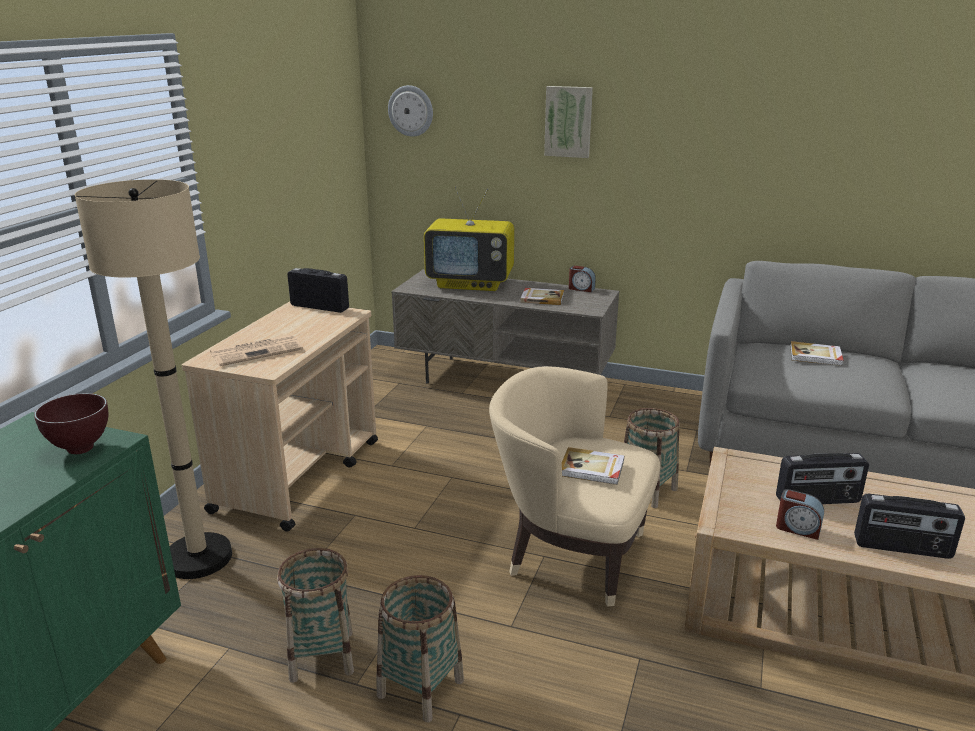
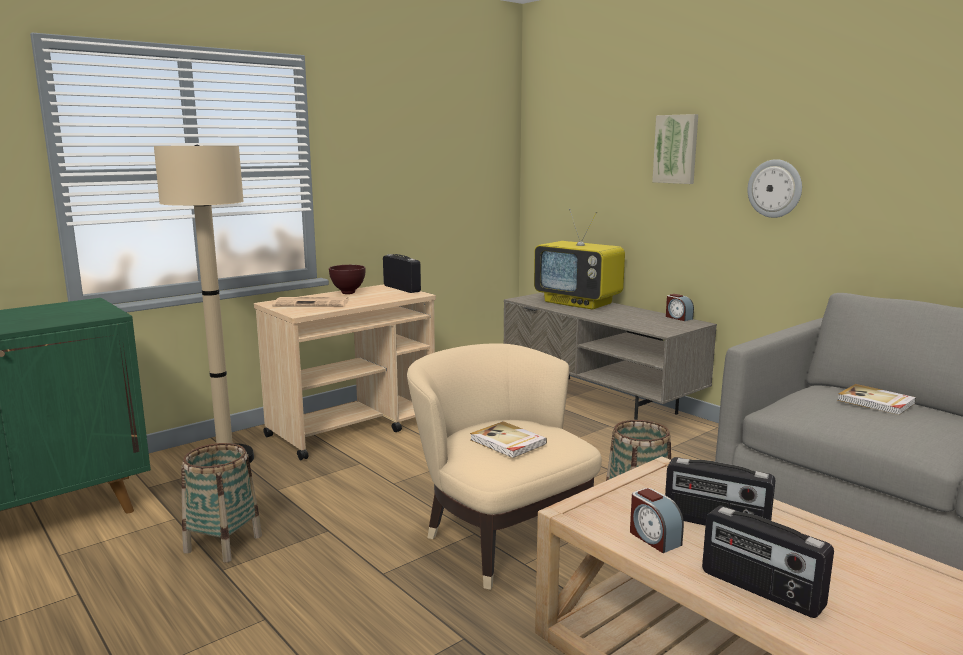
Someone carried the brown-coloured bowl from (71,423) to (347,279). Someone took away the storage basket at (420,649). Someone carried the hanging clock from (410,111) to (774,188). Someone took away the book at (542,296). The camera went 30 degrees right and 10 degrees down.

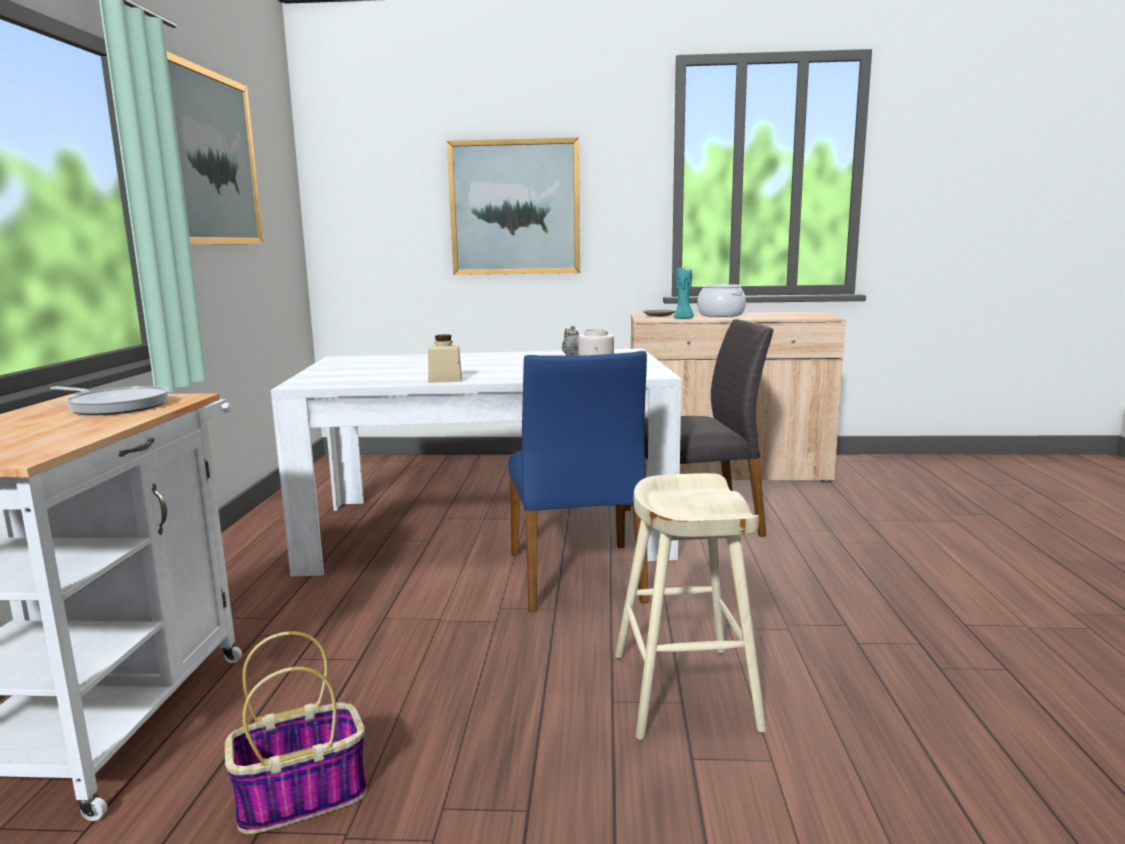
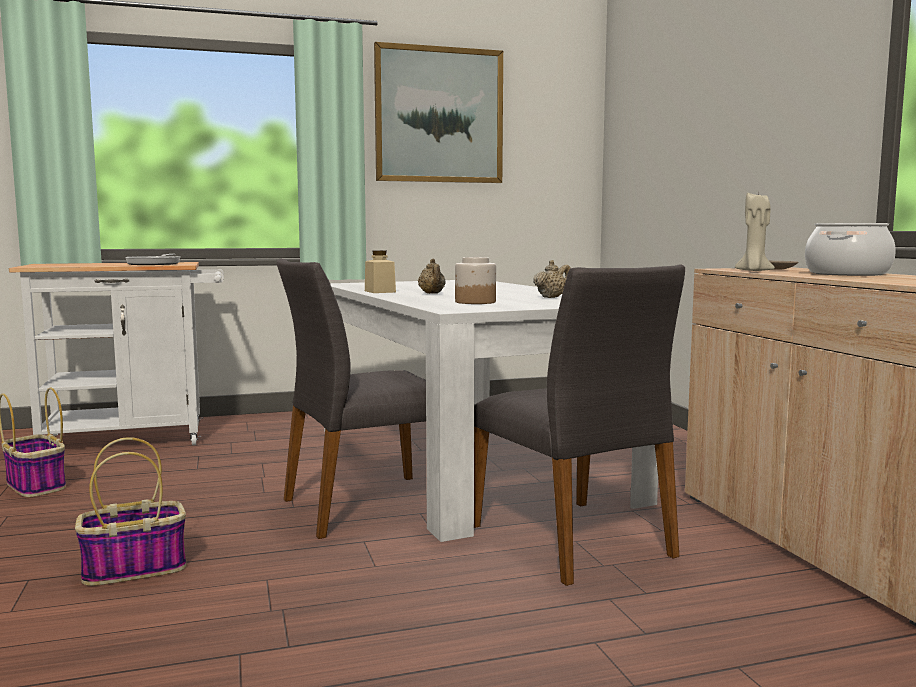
Someone took away the wall art at (513,206). Someone repainted the blue-coloured chair at (578,481), which became the grey chair at (351,399). Someone swapped the beige sitting stool at (691,606) for the storage basket at (130,511). Someone repainted the turquoise-coloured candle at (684,293), which became the beige candle at (755,232). Someone put down the beige teapot at (432,276). The camera went 70 degrees right and 5 degrees down.

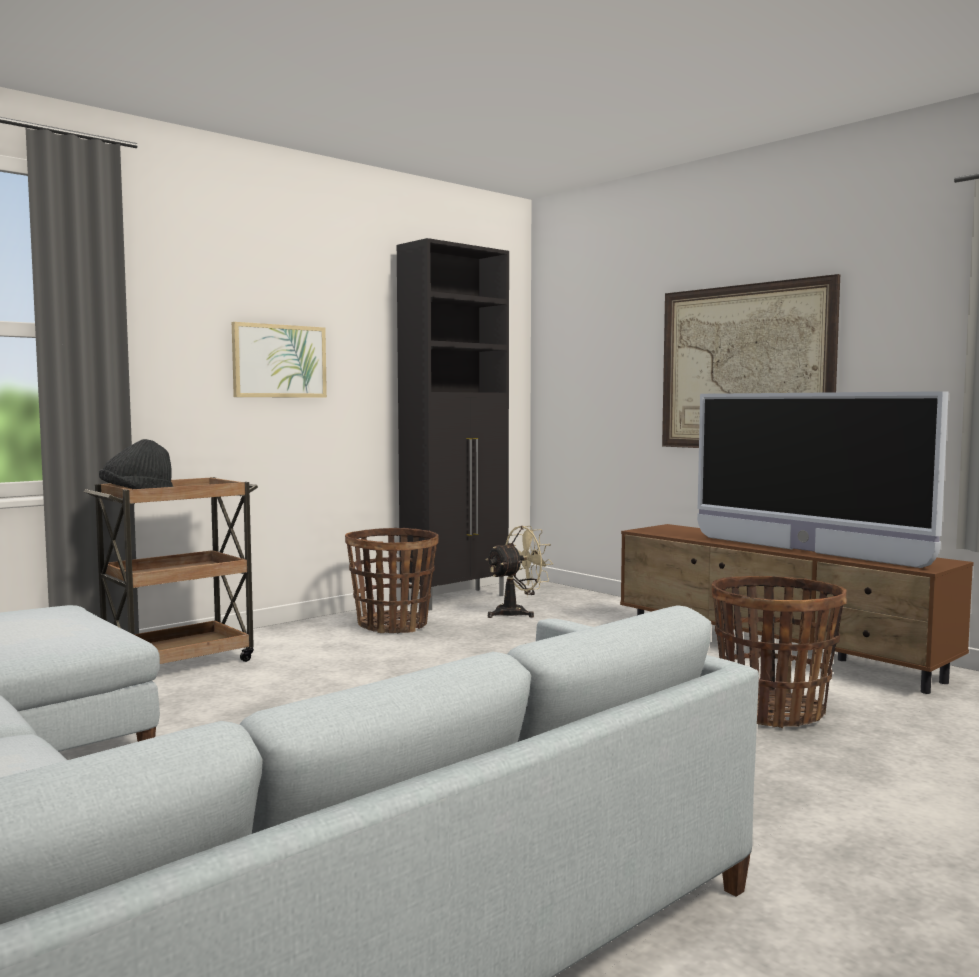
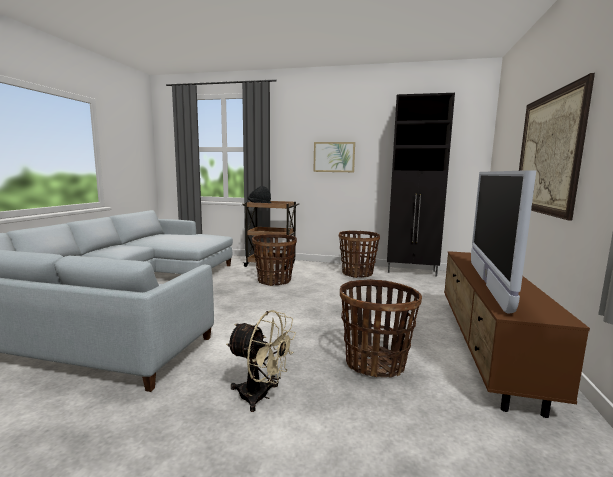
Someone carried the beige cooling fan from (519,572) to (261,361). Someone put down the storage basket at (274,260). The camera went 55 degrees right and 5 degrees up.

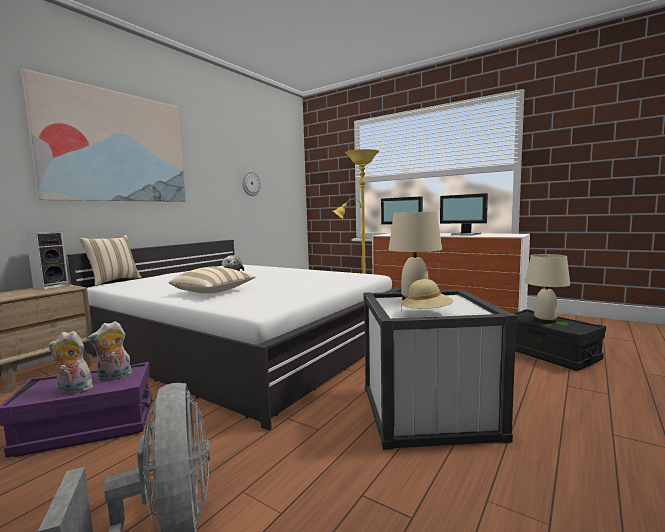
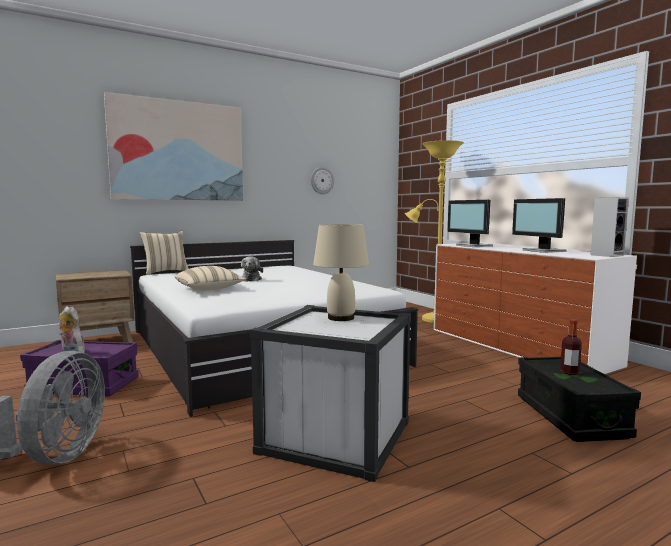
Someone carried the audio speaker from (47,261) to (610,227). Someone took away the cuddly toy at (109,351). Someone took away the beige hat at (427,294). Someone swapped the beige table lamp at (547,289) for the drink bottle at (571,347). The camera went 25 degrees right and 0 degrees up.

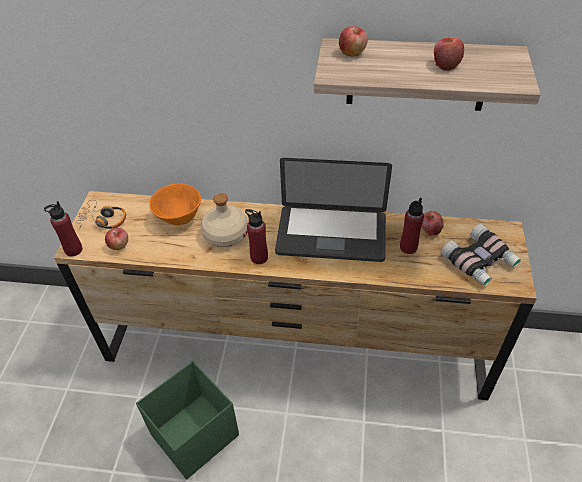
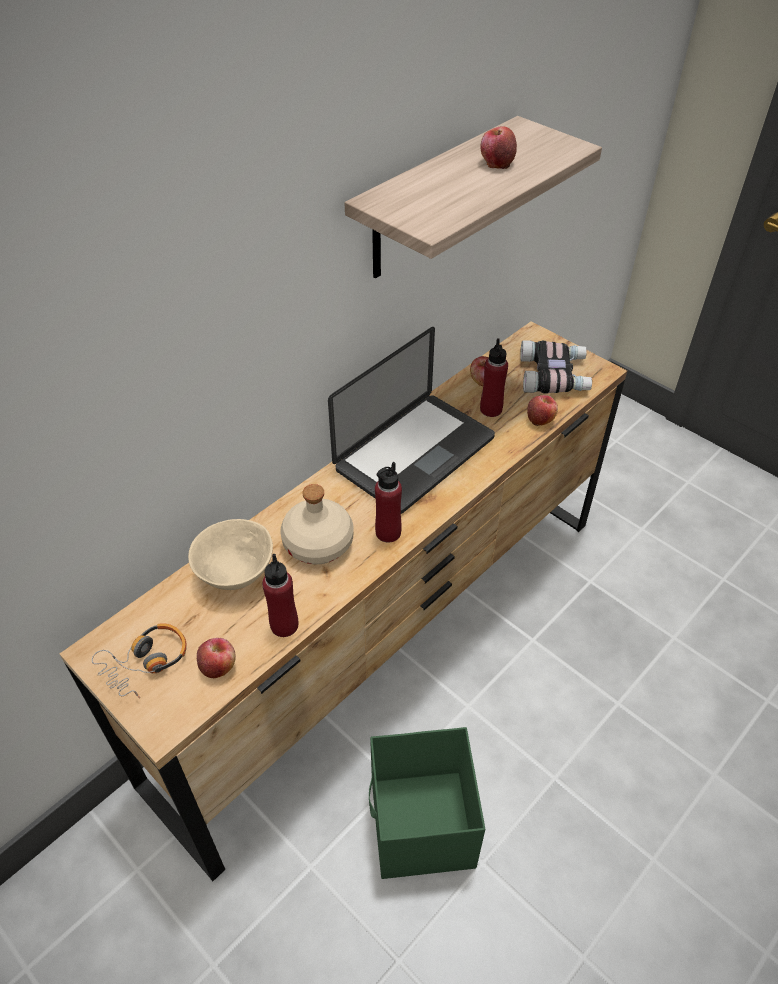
Someone carried the reddish drink bottle from (63,229) to (280,595). Someone repainted the orange bowl at (175,204), which became the beige bowl at (230,554). Someone carried the apple from (353,41) to (542,410). The camera went 55 degrees left and 0 degrees up.

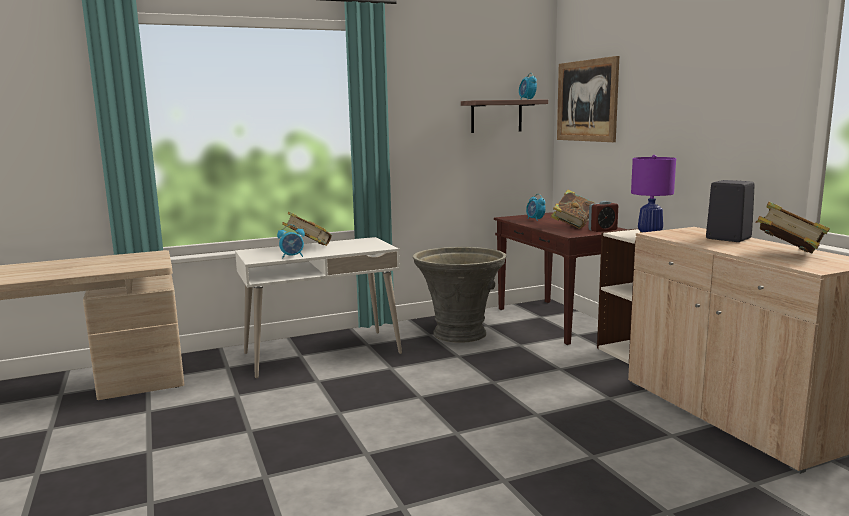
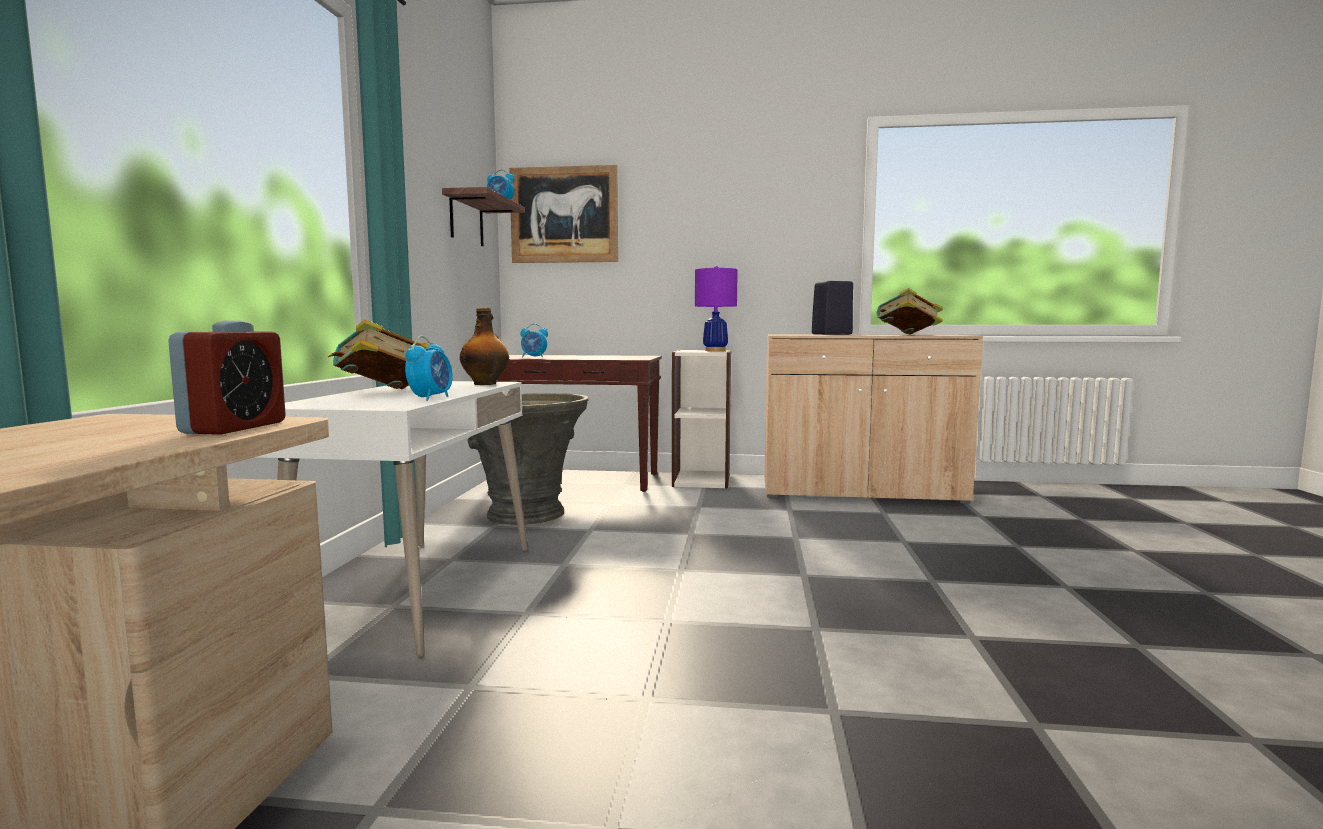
Someone took away the book at (573,209). Someone carried the alarm clock from (603,216) to (227,378). Someone put down the drink bottle at (484,346). The camera went 60 degrees left and 5 degrees down.

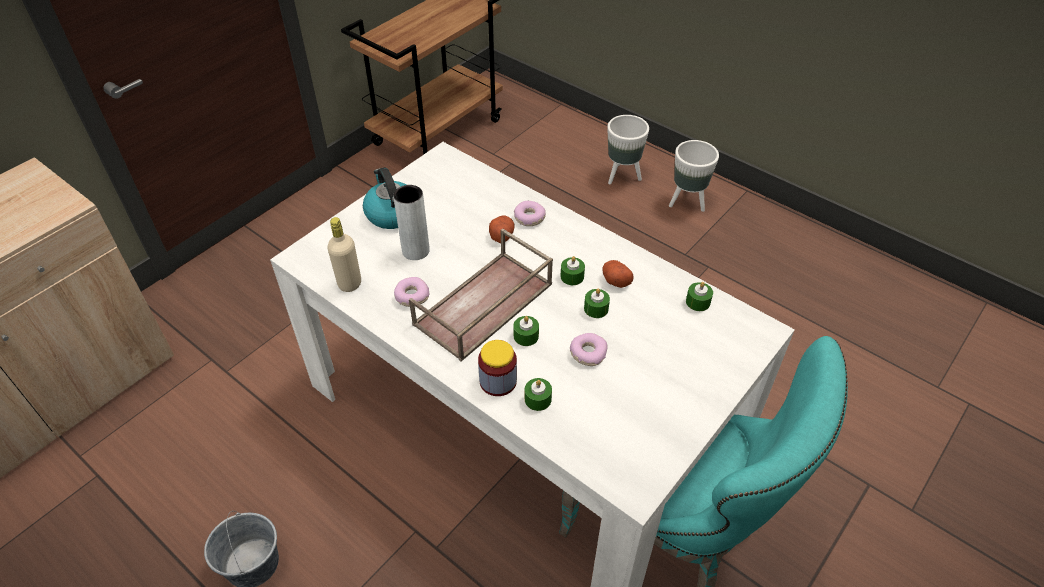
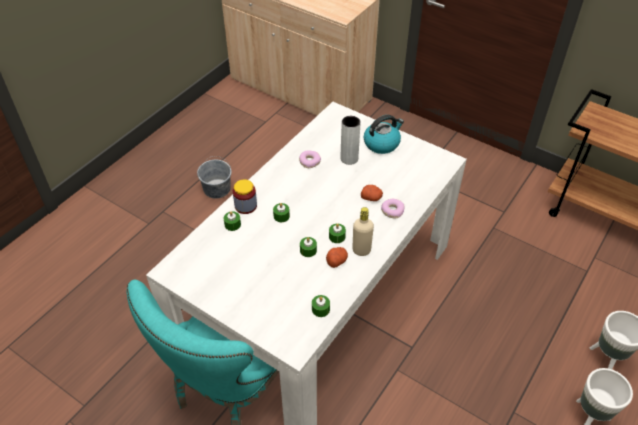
Someone carried the beige drink bottle from (344,254) to (363,231). Someone took away the brown-coloured serving tray at (481,295). Someone took away the donut at (589,349). The camera went 85 degrees right and 0 degrees up.

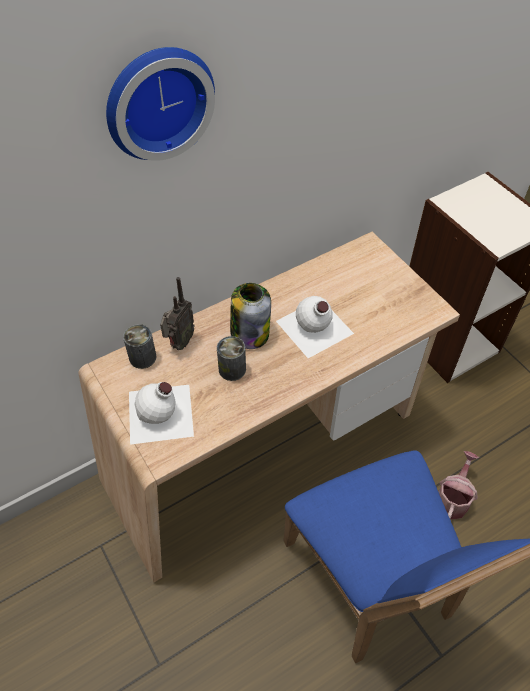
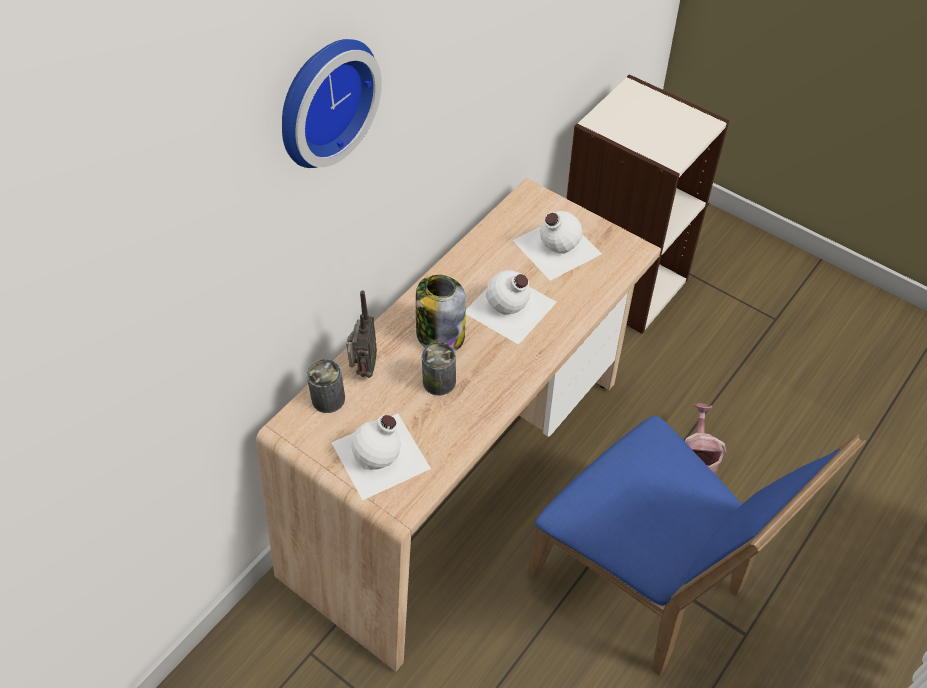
Someone put down the white drink bottle at (557,246). The camera went 20 degrees left and 0 degrees up.

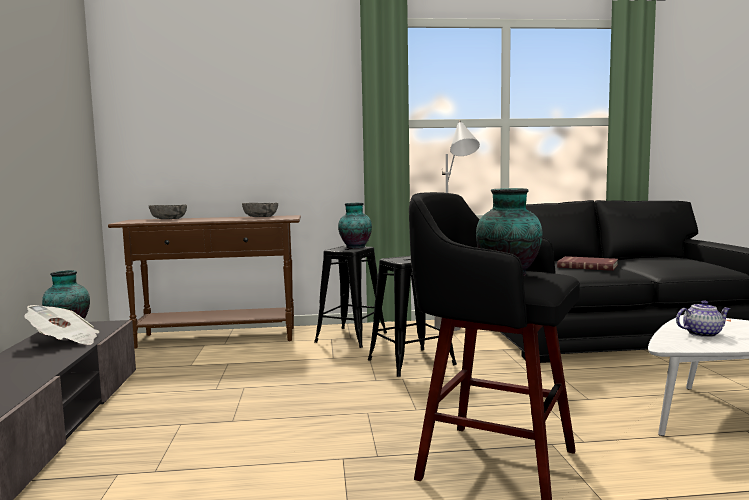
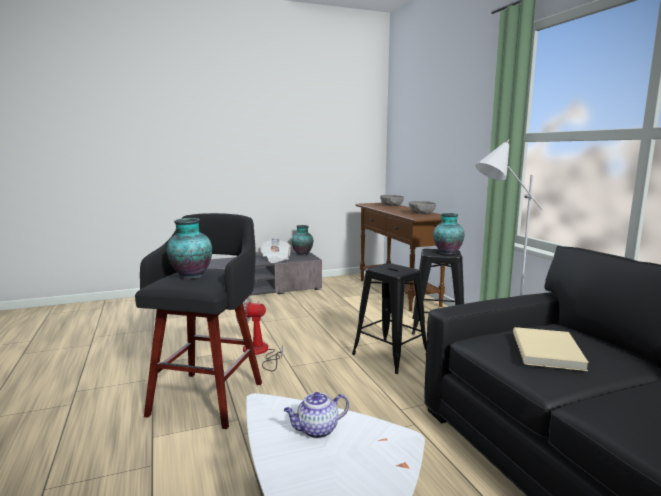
Someone repainted the reddish book at (587,263), which became the beige book at (551,349). Someone rotated the teapot at (703,318) by 90 degrees clockwise. Someone put down the cooling fan at (259,334). The camera went 75 degrees right and 5 degrees up.

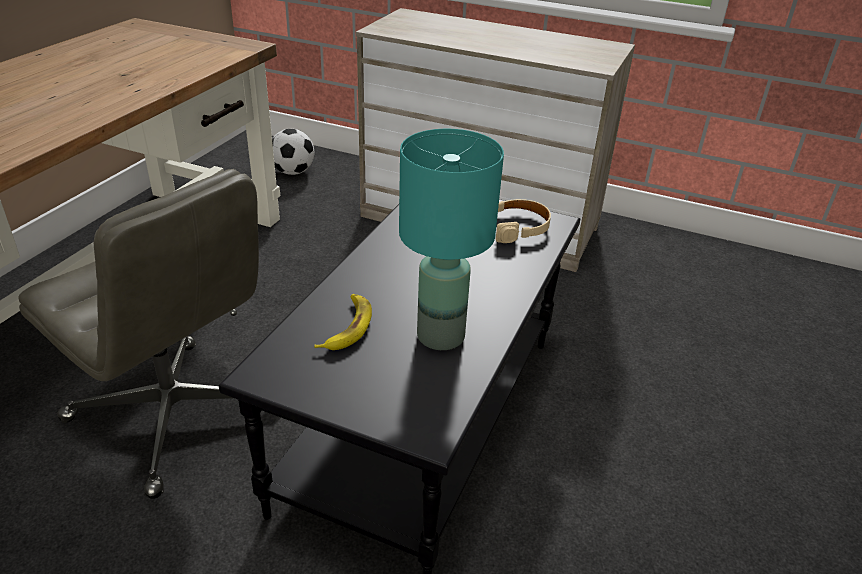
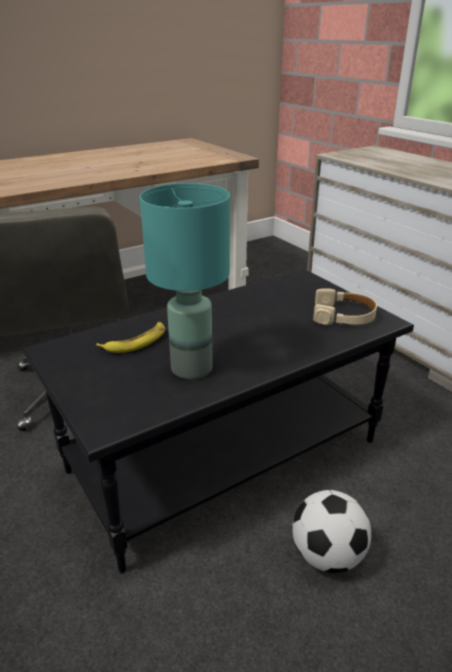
Someone carried the football from (293,152) to (331,531). The camera went 35 degrees right and 5 degrees down.

